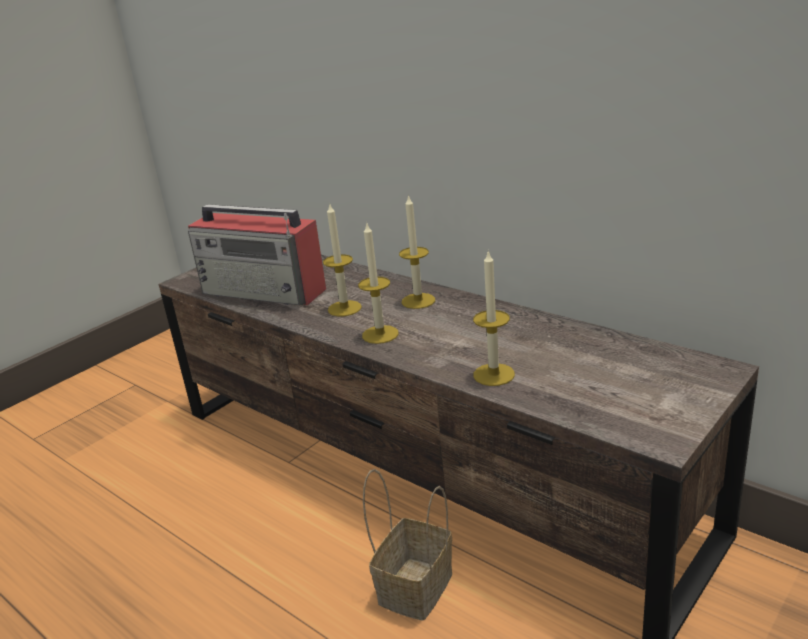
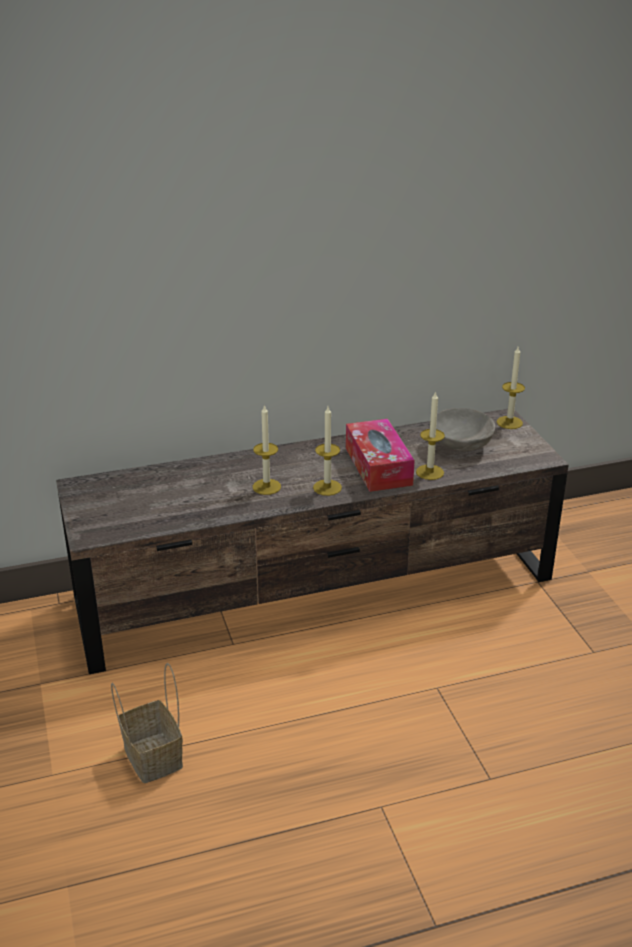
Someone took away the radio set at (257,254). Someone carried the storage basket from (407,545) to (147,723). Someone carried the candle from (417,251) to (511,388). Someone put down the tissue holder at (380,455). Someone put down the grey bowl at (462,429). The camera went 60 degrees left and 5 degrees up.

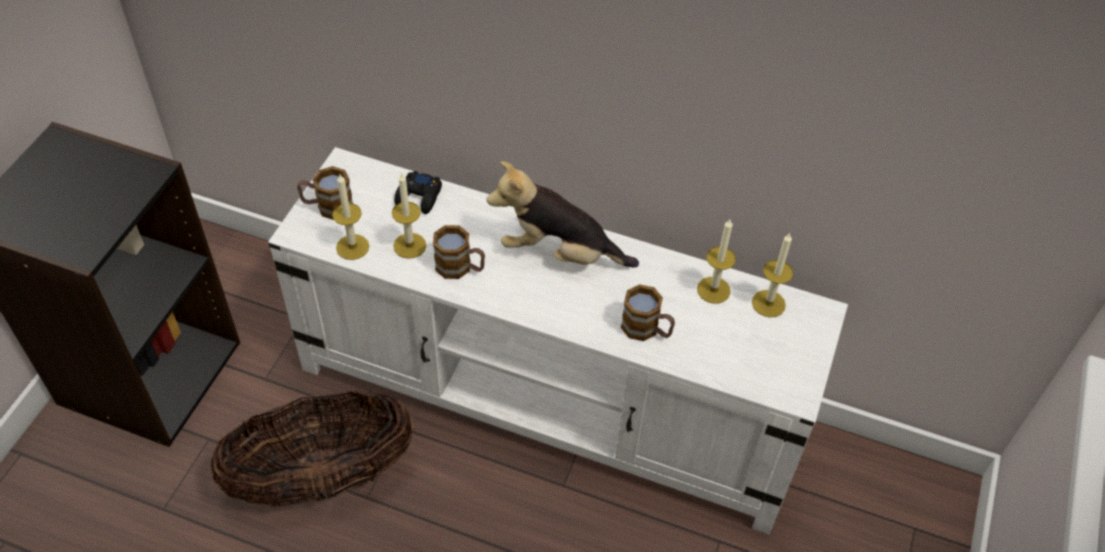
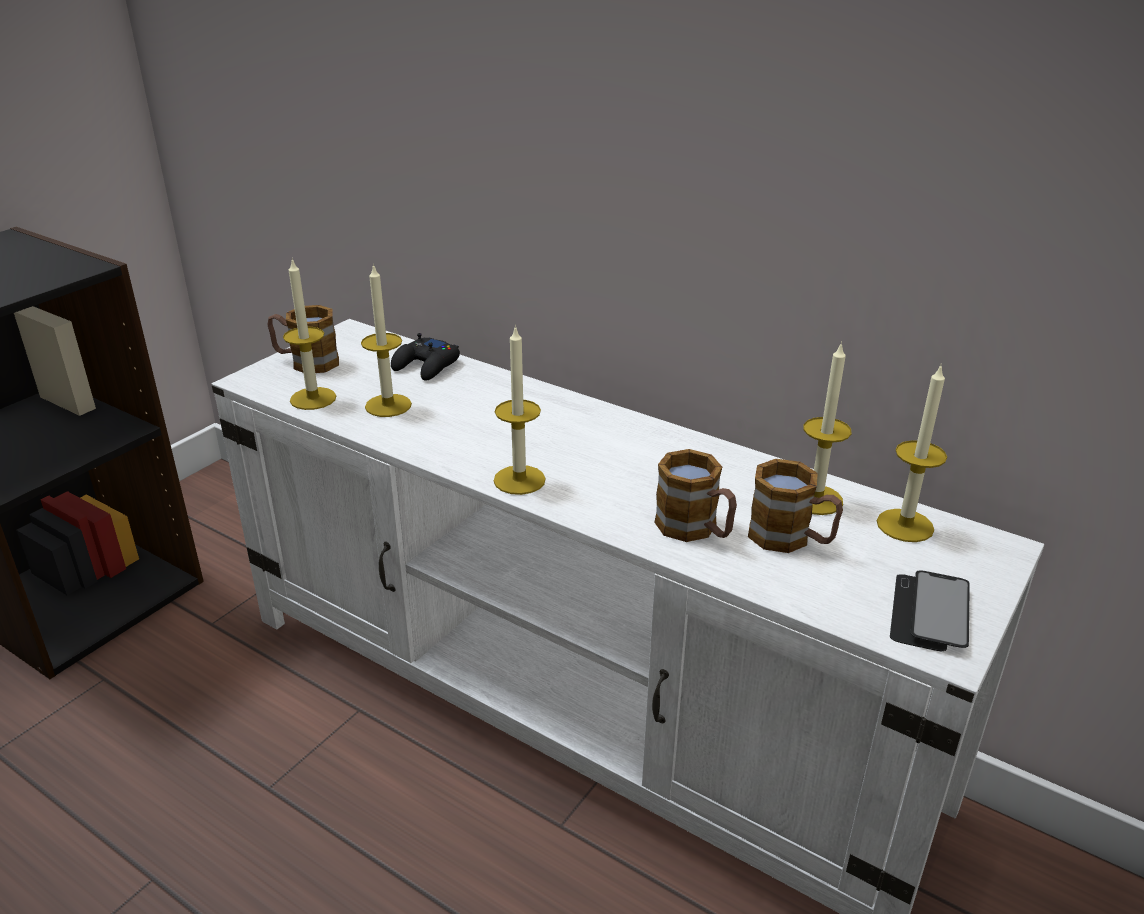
Someone took away the storage basket at (312,448). Someone carried the tea mug from (459,252) to (795,506). Someone took away the cuddly toy at (563,214). Someone put down the candle at (520,410). Someone put down the phone at (930,610). The camera went 15 degrees right and 20 degrees down.

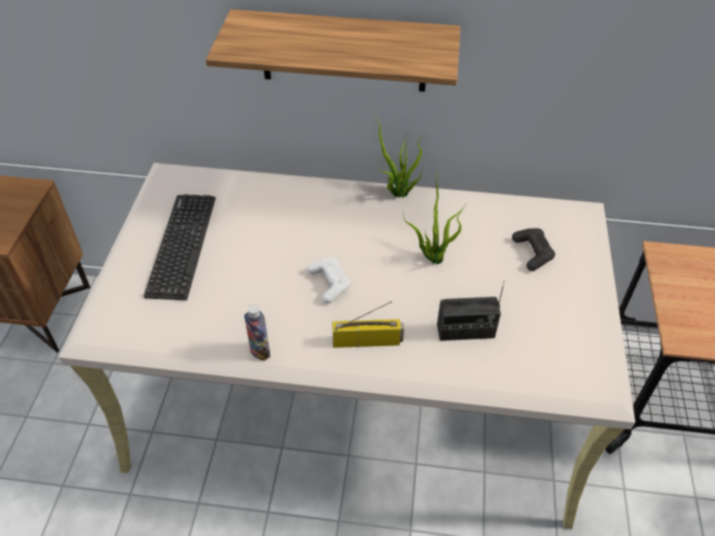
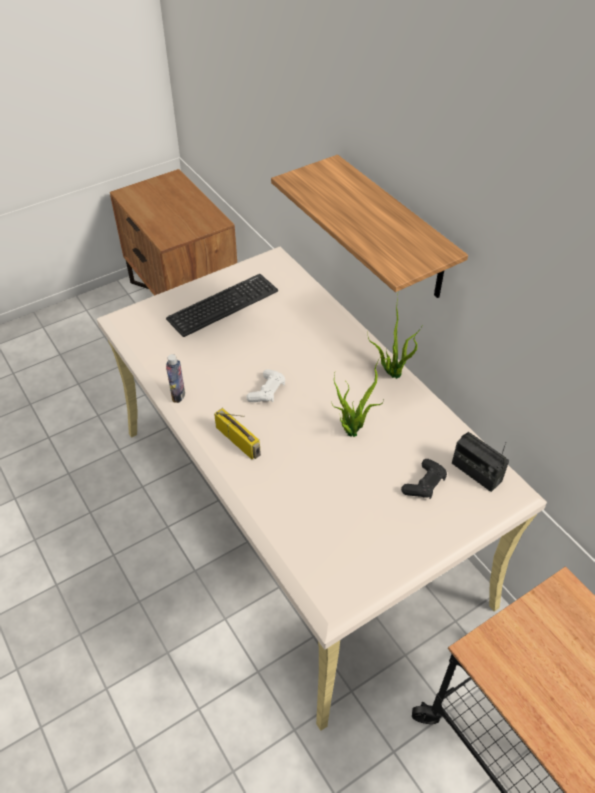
Someone carried the radio set from (471,311) to (480,462). The camera went 50 degrees right and 0 degrees up.

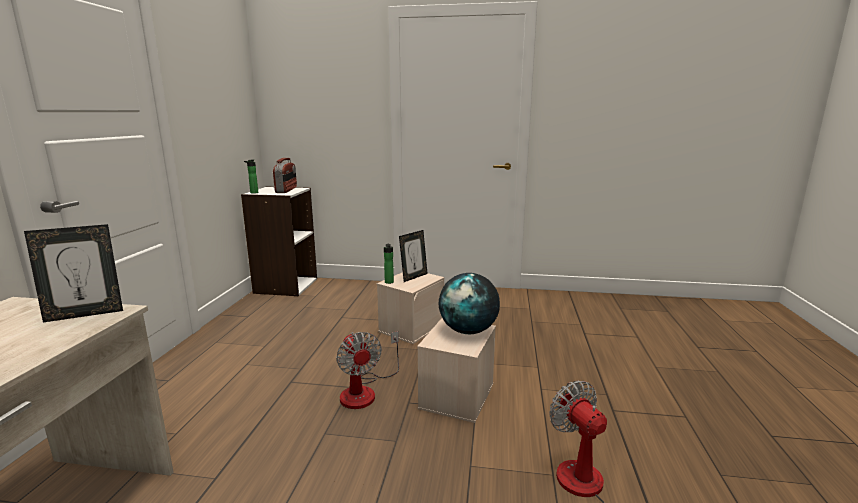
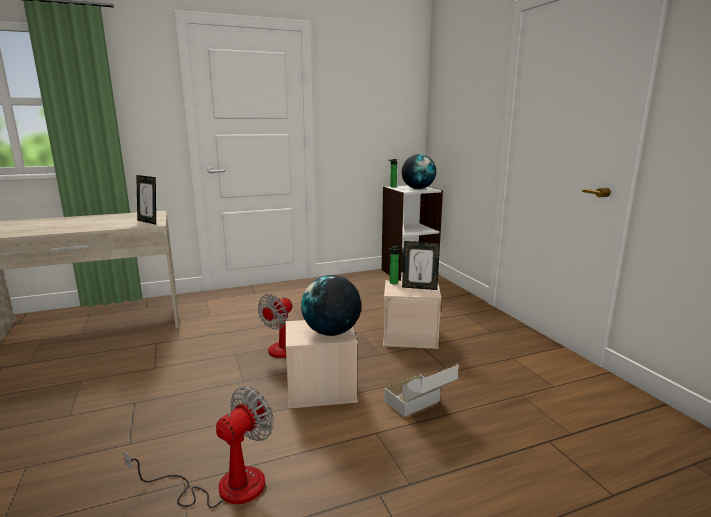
Someone swapped the radio set at (285,175) for the world globe at (419,171). Someone put down the packing box at (421,390). The camera went 60 degrees right and 0 degrees up.

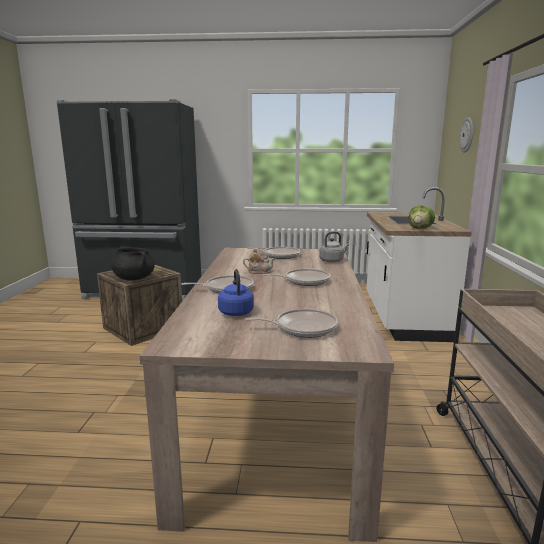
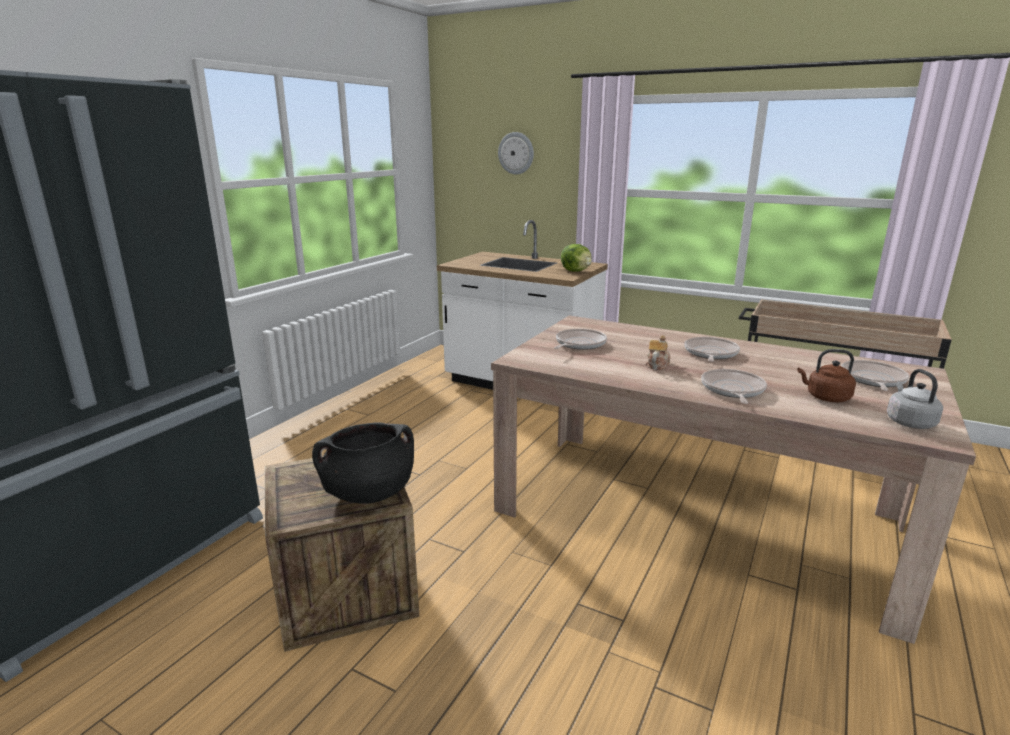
Someone repainted the blue-coloured water kettle at (236,292), which became the brown-coloured water kettle at (826,375). Someone carried the grey water kettle from (334,247) to (915,399). The camera went 65 degrees left and 5 degrees up.

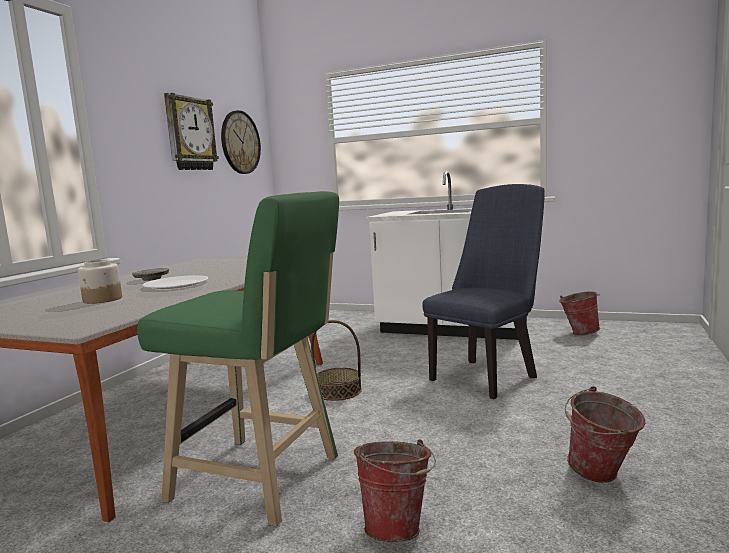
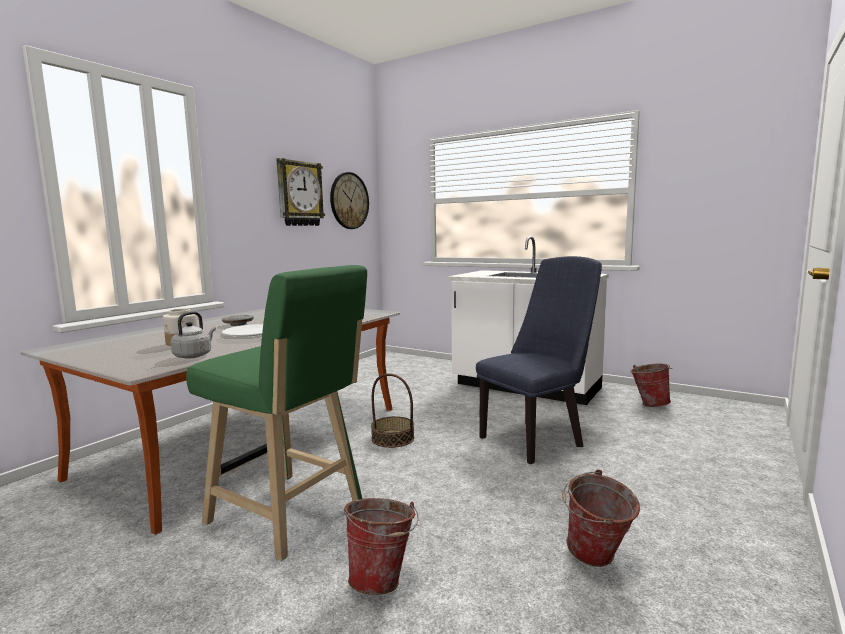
Someone put down the grey water kettle at (193,335). The camera went 10 degrees right and 0 degrees up.

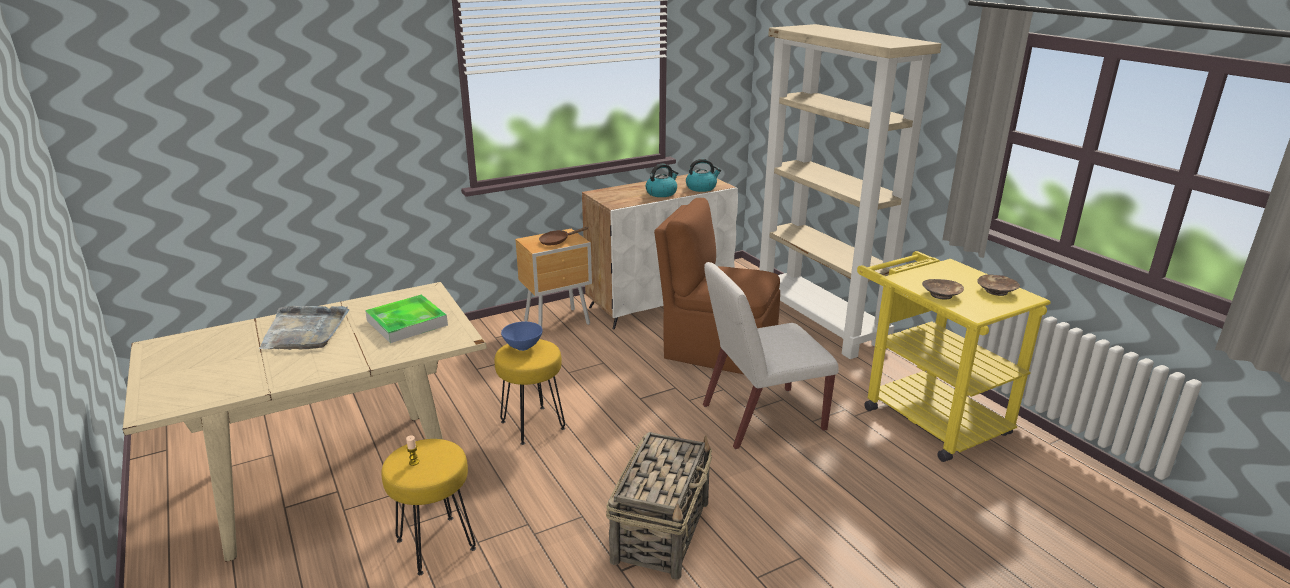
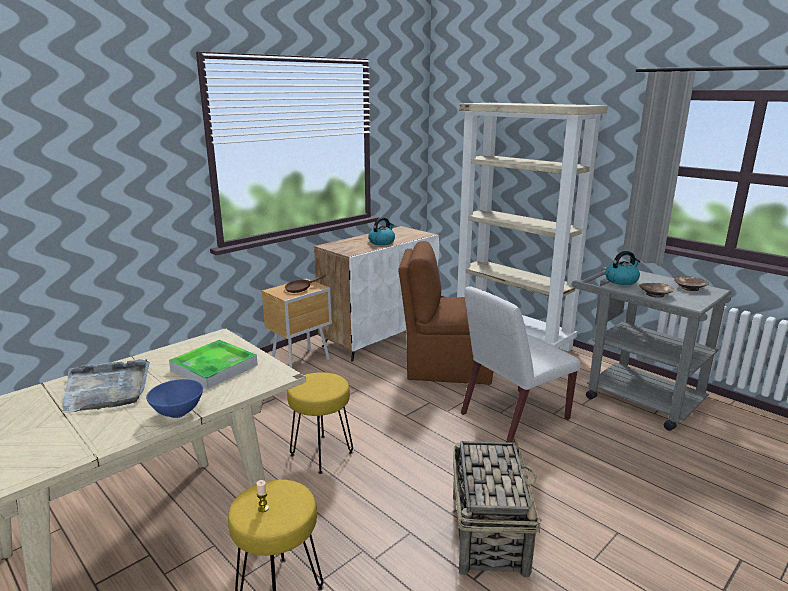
Someone carried the blue-coloured bowl from (522,336) to (174,398). Someone carried the water kettle from (703,175) to (622,268). Someone repainted the yellow cart at (954,356), which became the grey cart at (651,349). The camera went 15 degrees left and 5 degrees down.

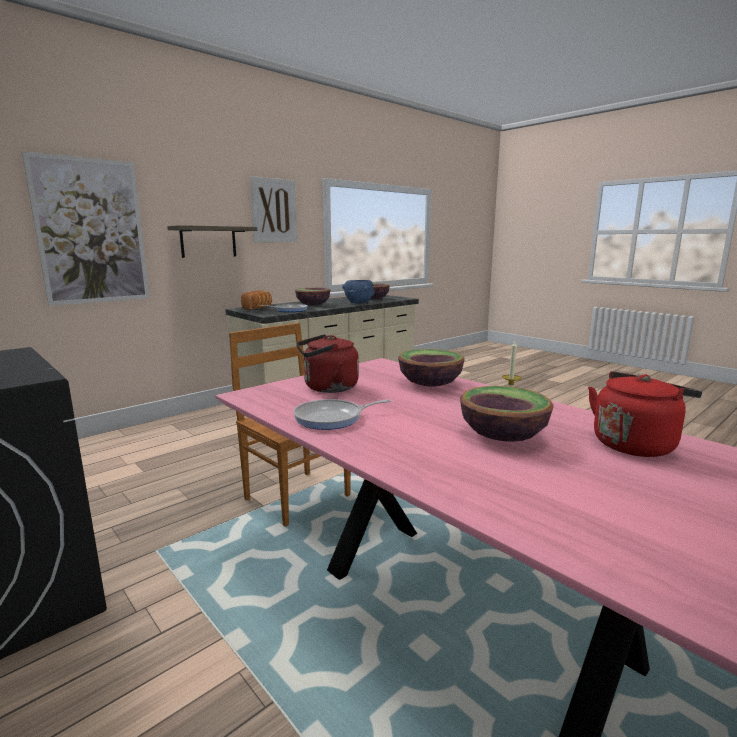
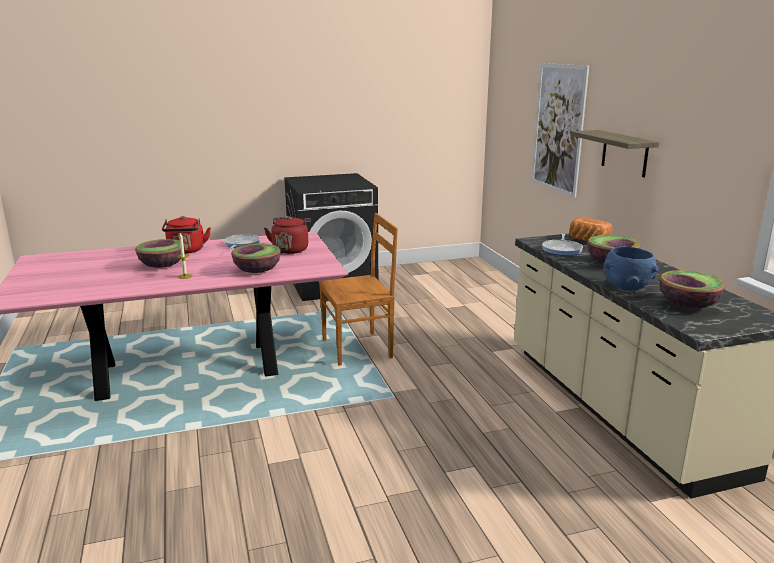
Someone took away the wall art at (273,209). Someone carried the reddish water kettle from (645,414) to (186,235). The camera went 115 degrees right and 5 degrees up.

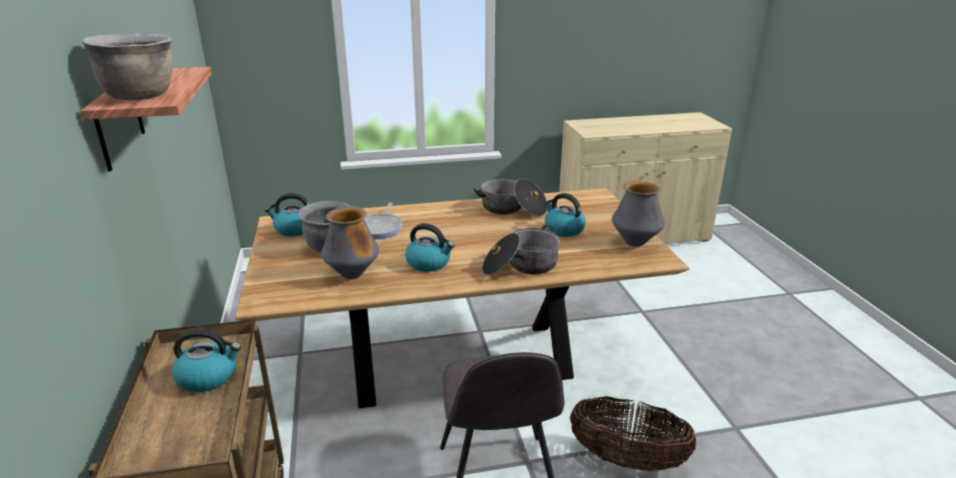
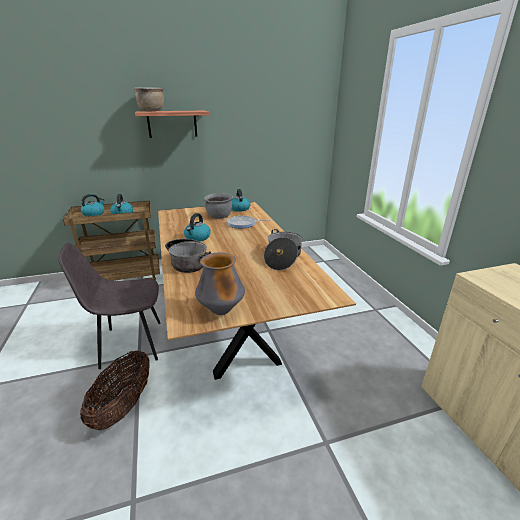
Someone took away the decorative vase at (350,243). Someone carried the water kettle from (565,215) to (93,205). The camera went 85 degrees right and 0 degrees up.

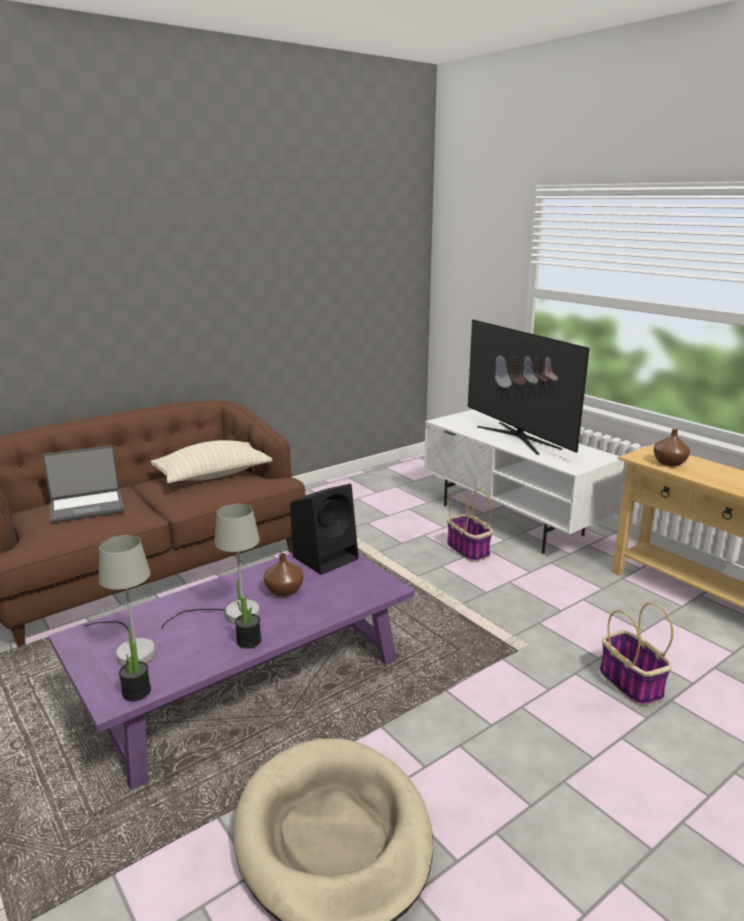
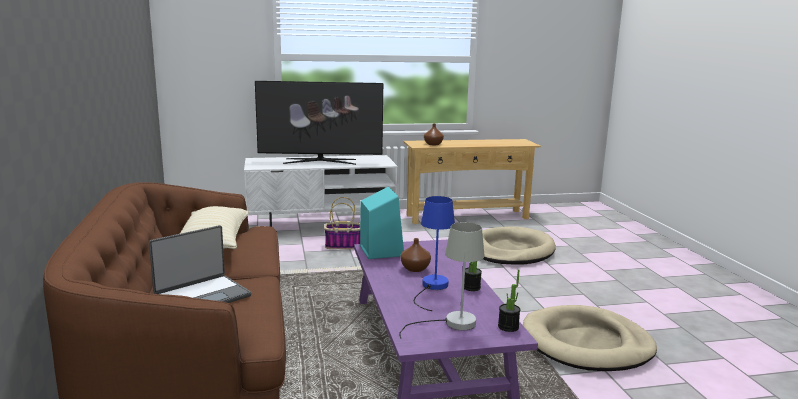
Someone rotated the portable computer at (83,484) by 45 degrees clockwise. Someone repainted the grey table lamp at (210,566), which became the blue-coloured table lamp at (434,253). Someone repainted the black-coloured audio speaker at (324,529), which became the turquoise-coloured audio speaker at (382,222). Someone swapped the storage basket at (636,654) for the beige dog cushion at (519,245). The camera went 65 degrees left and 5 degrees down.

